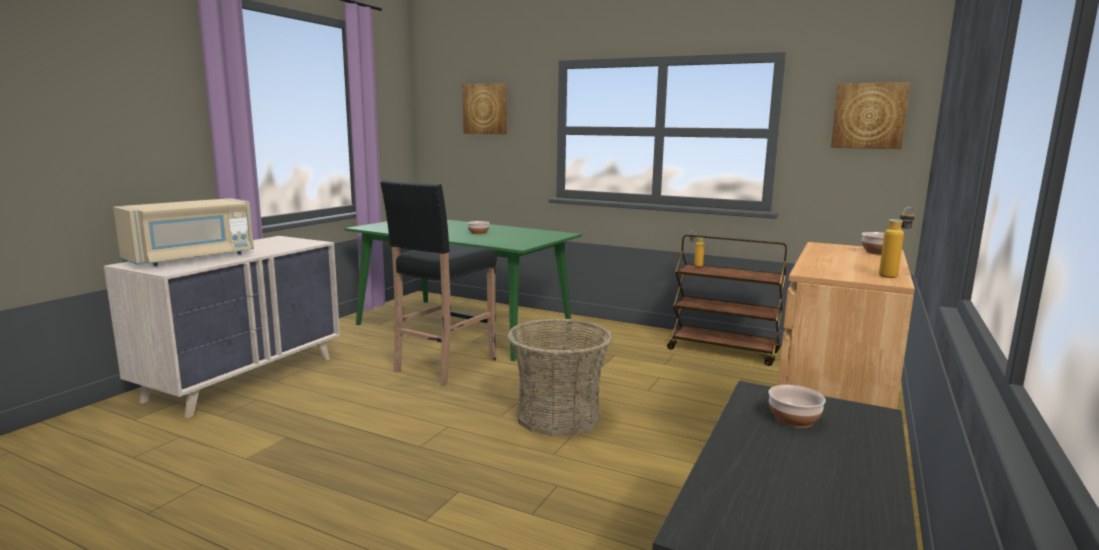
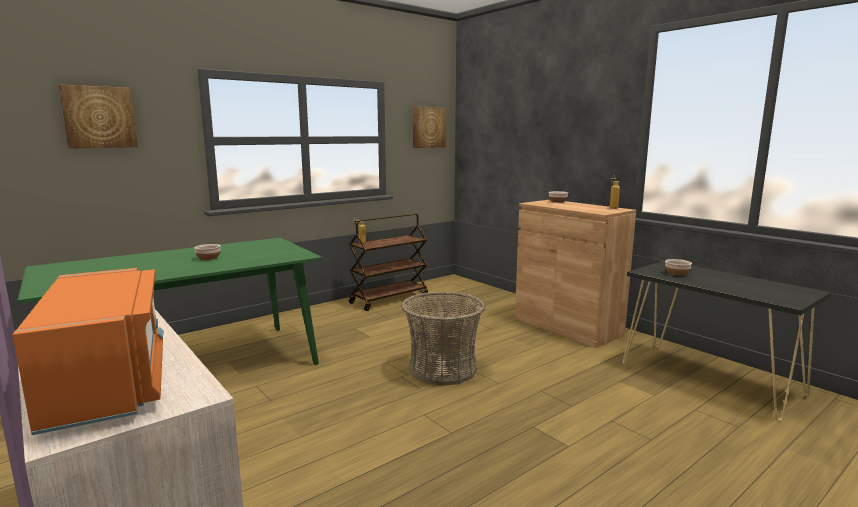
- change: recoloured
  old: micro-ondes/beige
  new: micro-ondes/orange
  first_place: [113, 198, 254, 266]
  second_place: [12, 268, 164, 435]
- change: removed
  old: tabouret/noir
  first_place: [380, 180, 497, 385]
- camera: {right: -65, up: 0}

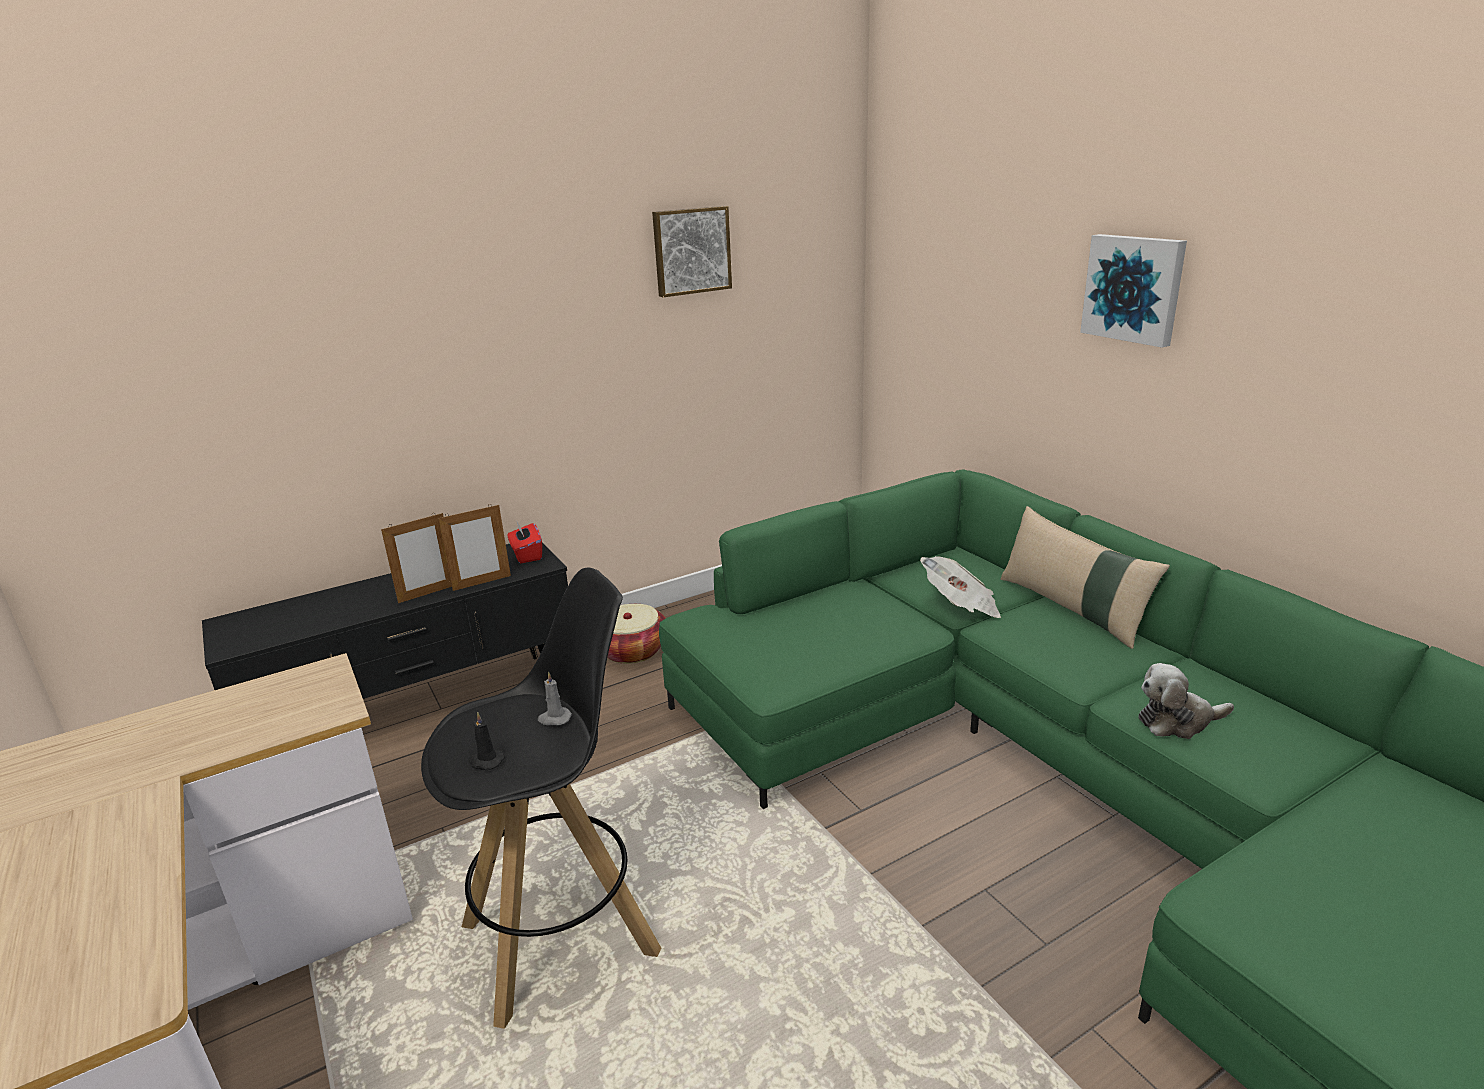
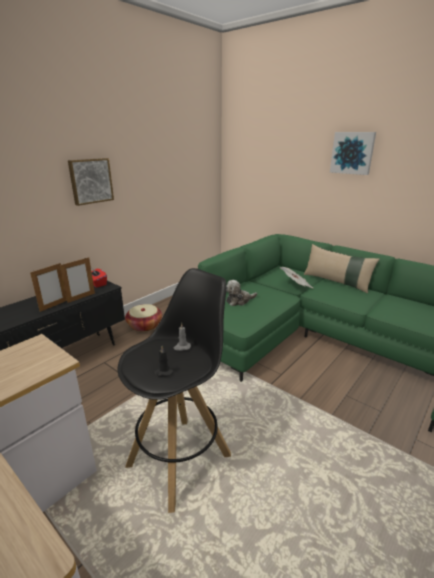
- change: moved
  old: tableau
  first_place: [652, 206, 732, 297]
  second_place: [68, 158, 114, 206]
- change: moved
  old: peluche
  first_place: [1138, 663, 1234, 739]
  second_place: [226, 280, 257, 306]
- camera: {right: -20, up: 0}

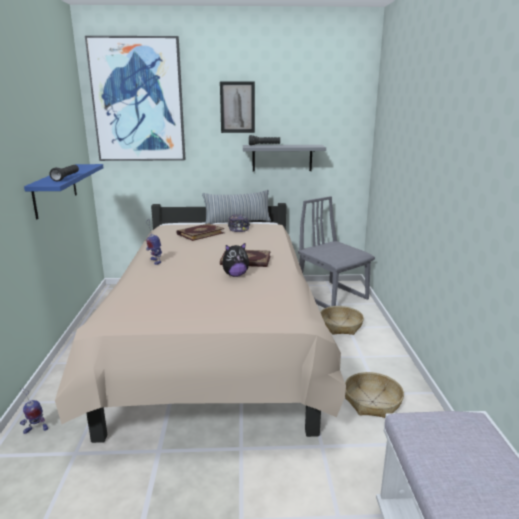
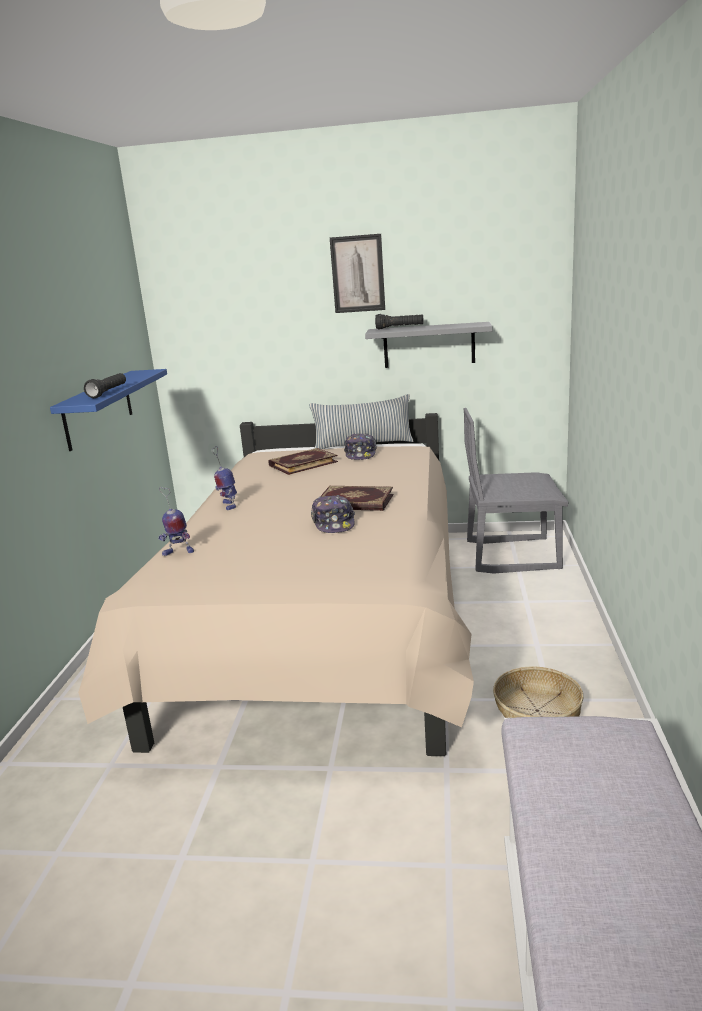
- change: moved
  old: robot jouet
  first_place: [20, 388, 48, 434]
  second_place: [158, 487, 194, 556]
- change: removed
  old: tableau
  first_place: [85, 36, 185, 161]
- change: replaced
  old: peluche
  new: casquette
  first_place: [222, 242, 249, 277]
  second_place: [311, 495, 355, 533]
- change: turned
  old: chaise/gris
  first_place: [298, 196, 375, 308]
  second_place: [464, 408, 569, 574]
  degrees: -60
- change: removed
  old: panier
  first_place: [320, 306, 364, 335]
- camera: {right: 10, up: 0}

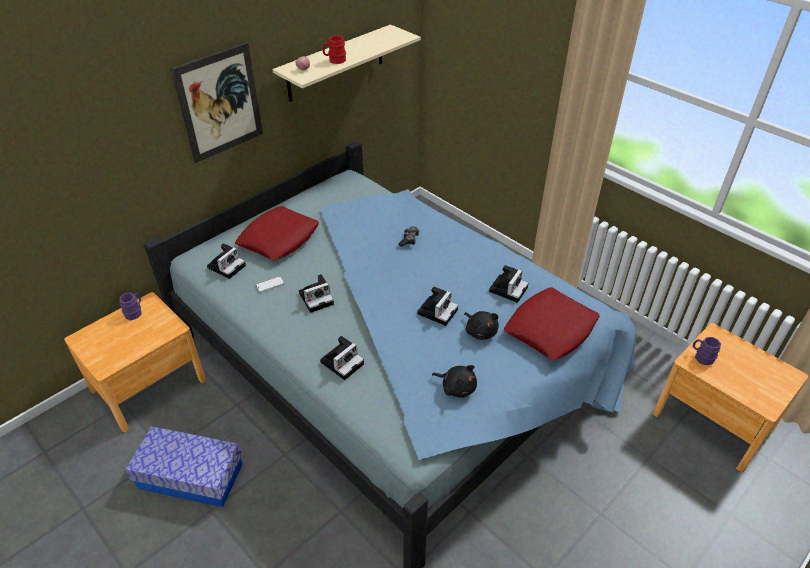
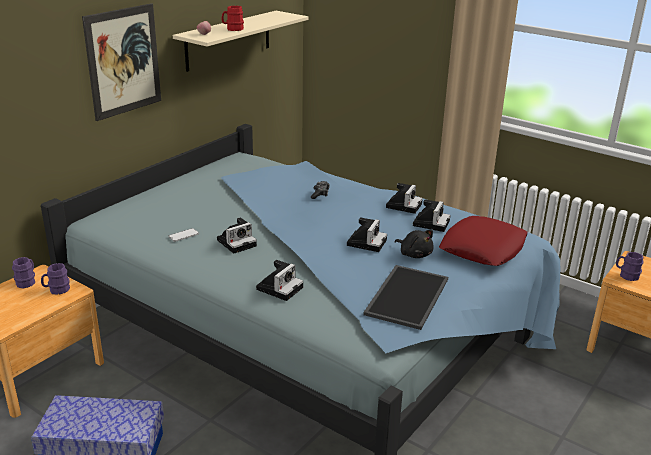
- change: moved
  old: appareil photo
  first_place: [207, 243, 246, 279]
  second_place: [386, 183, 423, 214]
- change: removed
  old: coussin/rouge
  first_place: [235, 206, 319, 261]
- change: replaced
  old: peluche/noir
  new: plateau
  first_place: [432, 365, 477, 398]
  second_place: [363, 265, 448, 330]
- change: added
  new: mug/violet
  second_place: [41, 263, 70, 295]
- camera: {right: -10, up: -15}

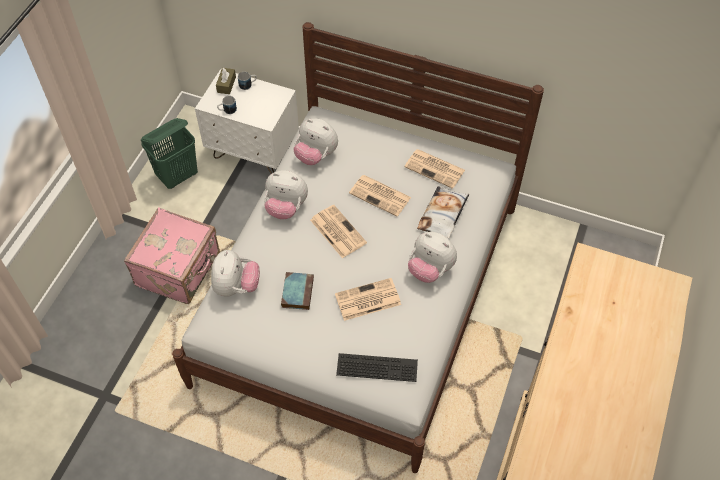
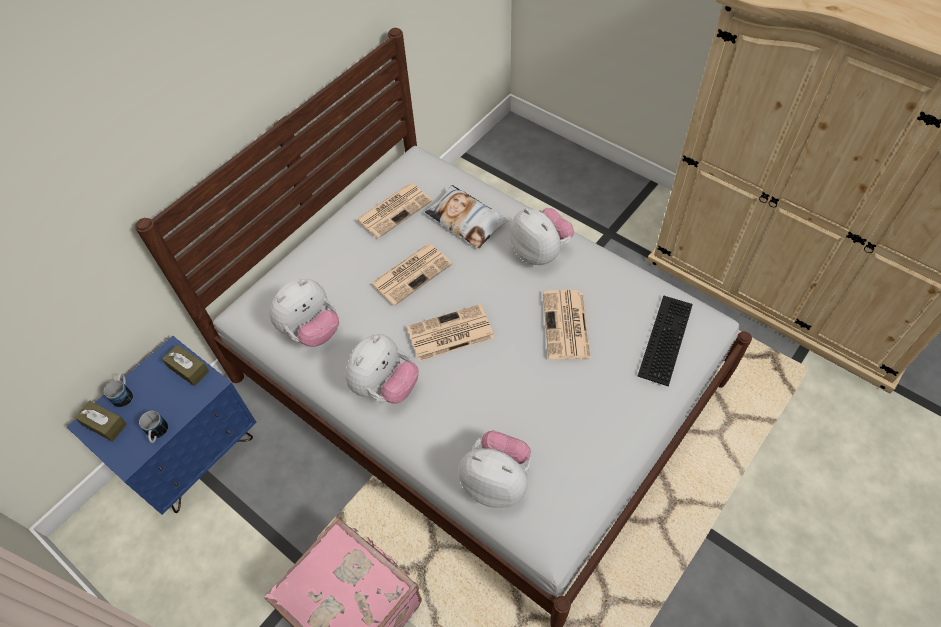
- change: removed
  old: panier à linge/vert
  first_place: [141, 118, 198, 189]
- change: recoloured
  old: table de chevet/blanc
  new: table de chevet/bleu
  first_place: [195, 69, 299, 174]
  second_place: [67, 336, 257, 515]
- change: removed
  old: livre
  first_place: [281, 272, 314, 310]
- change: turned
  old: peluche
  first_place: [408, 232, 457, 283]
  second_place: [510, 208, 574, 265]
  degrees: -90
- change: added
  new: boîte à mouchoirs/marron
  second_place: [162, 345, 209, 386]
- camera: {right: -70, up: 0}

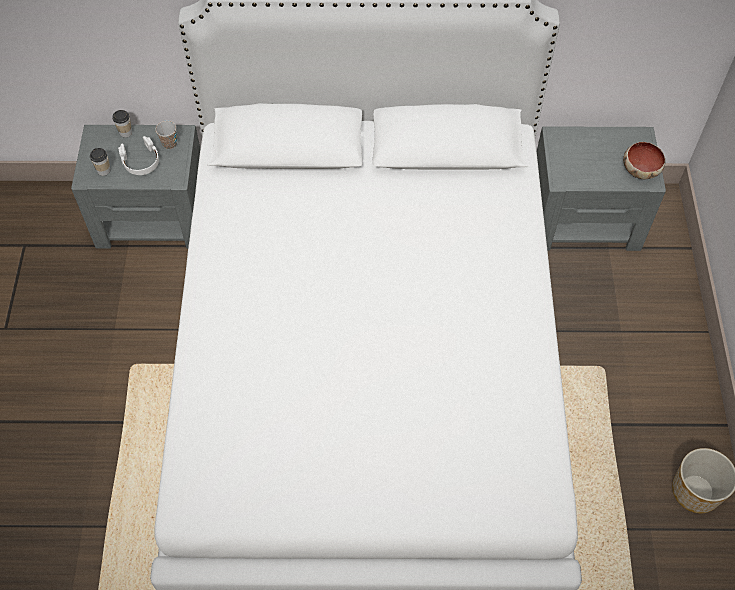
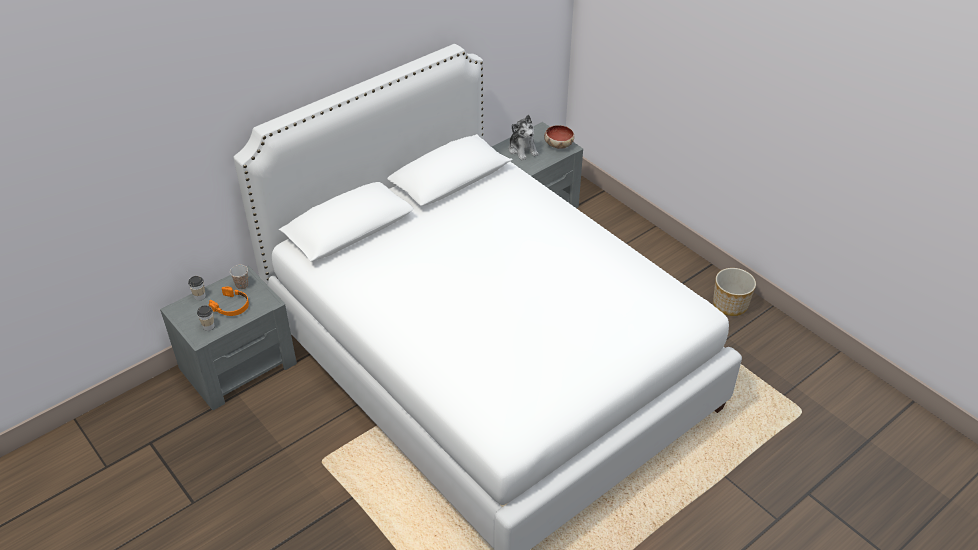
- change: recoloured
  old: casque audio/blanc
  new: casque audio/orange
  first_place: [118, 136, 159, 175]
  second_place: [209, 286, 249, 316]
- change: added
  new: peluche
  second_place: [508, 115, 539, 160]
- camera: {right: -40, up: -15}

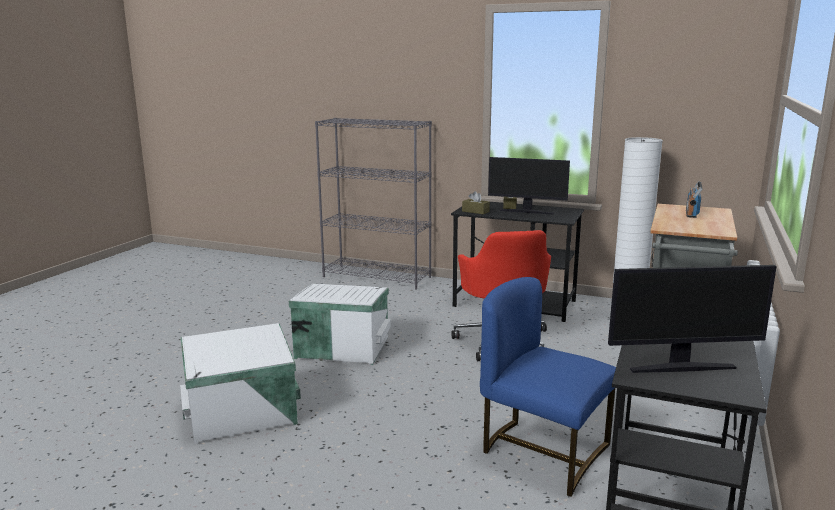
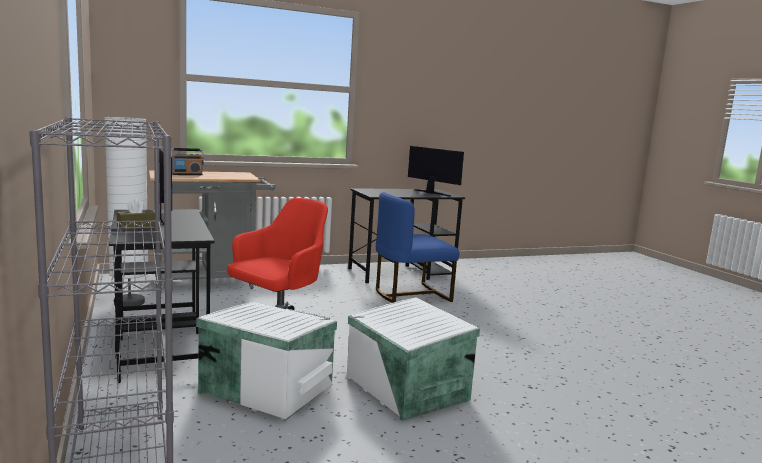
- change: moved
  old: boîte de rangement/blanc
  first_place: [180, 323, 301, 444]
  second_place: [196, 302, 337, 421]
- change: removed
  old: boîte à mouchoirs/marron
  first_place: [462, 191, 490, 214]
- change: turned
  old: chaise/bleu
  first_place: [480, 277, 616, 497]
  second_place: [376, 192, 459, 303]
  degrees: 75
- camera: {right: -135, up: -5}

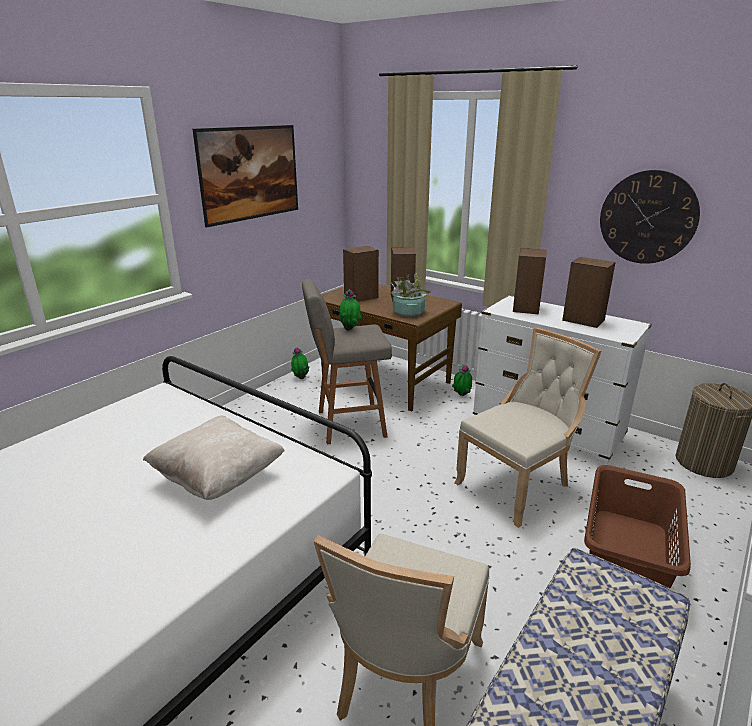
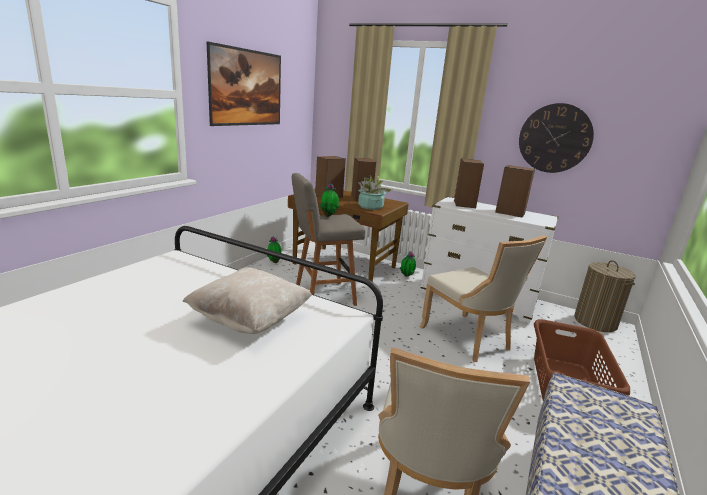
- change: turned
  old: chaise/beige
  first_place: [454, 328, 601, 528]
  second_place: [420, 235, 547, 362]
  degrees: 105
- camera: {right: -10, up: -5}

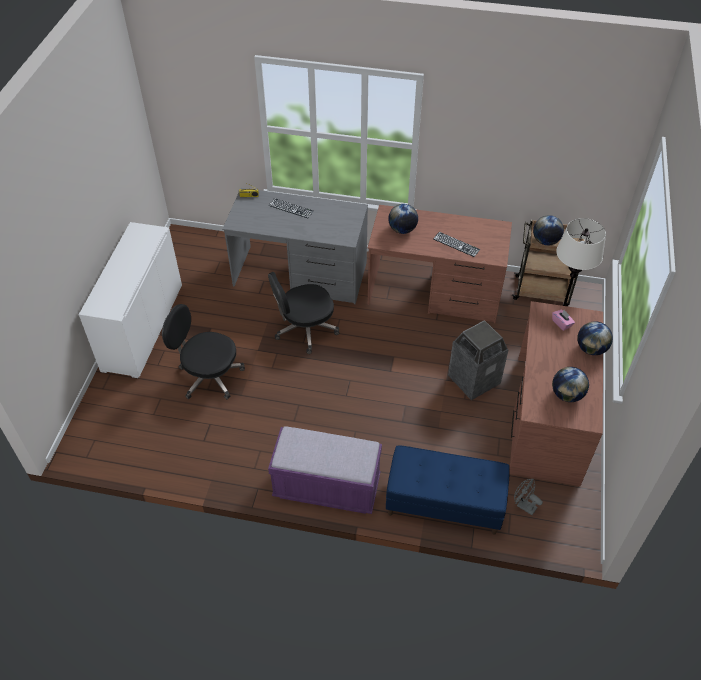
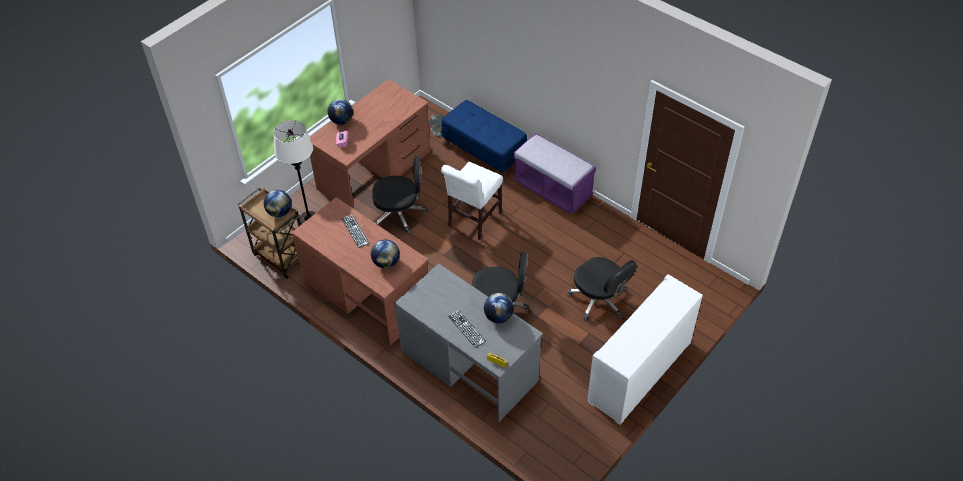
- change: replaced
  old: poubelle
  new: chaise de bureau/noir
  first_place: [448, 320, 508, 400]
  second_place: [372, 156, 428, 234]
- change: moved
  old: globe
  first_place: [552, 367, 589, 402]
  second_place: [484, 293, 514, 323]
- change: added
  new: chaise/blanc
  second_place: [441, 162, 503, 240]
- camera: {right: -150, up: 0}

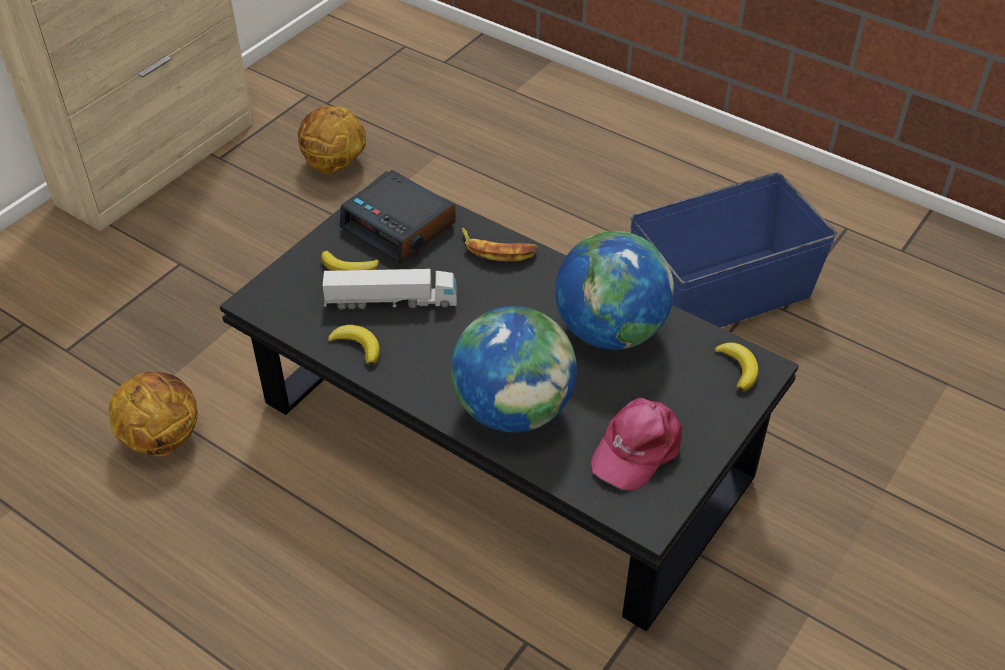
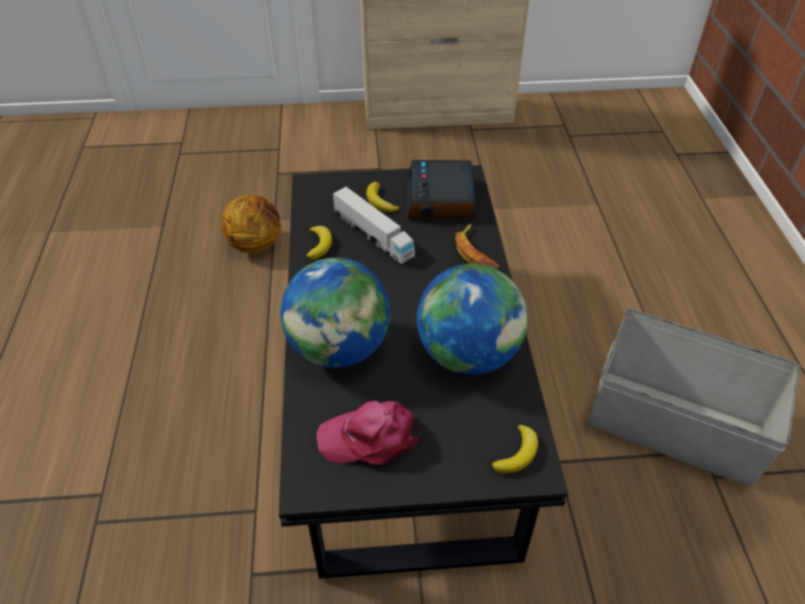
- change: removed
  old: ballon de basket
  first_place: [298, 106, 366, 174]
- change: recoloured
  old: boîte de rangement/bleu
  new: boîte de rangement/gris
  first_place: [630, 172, 837, 327]
  second_place: [588, 309, 801, 487]
- camera: {right: 50, up: 0}

